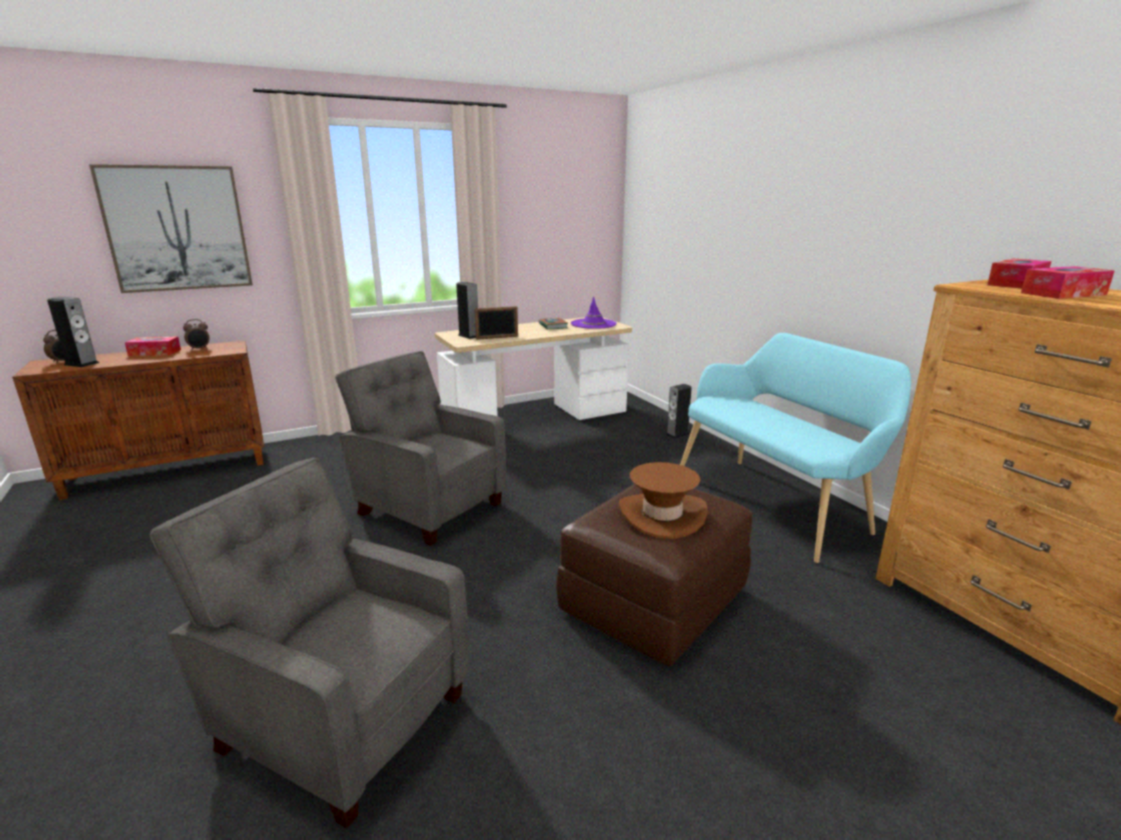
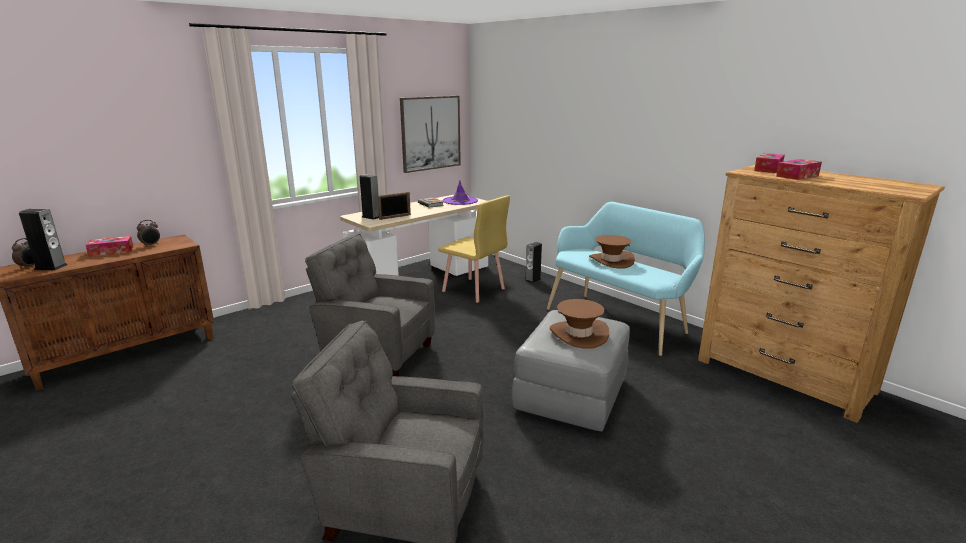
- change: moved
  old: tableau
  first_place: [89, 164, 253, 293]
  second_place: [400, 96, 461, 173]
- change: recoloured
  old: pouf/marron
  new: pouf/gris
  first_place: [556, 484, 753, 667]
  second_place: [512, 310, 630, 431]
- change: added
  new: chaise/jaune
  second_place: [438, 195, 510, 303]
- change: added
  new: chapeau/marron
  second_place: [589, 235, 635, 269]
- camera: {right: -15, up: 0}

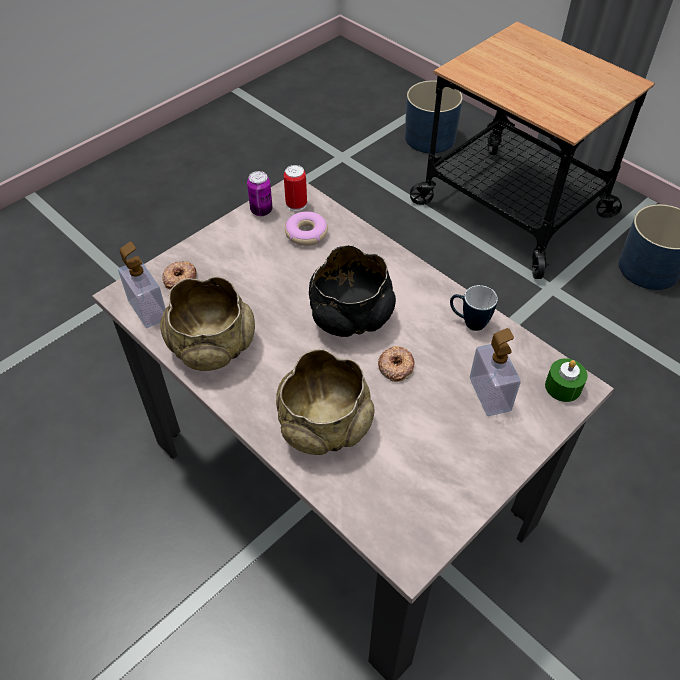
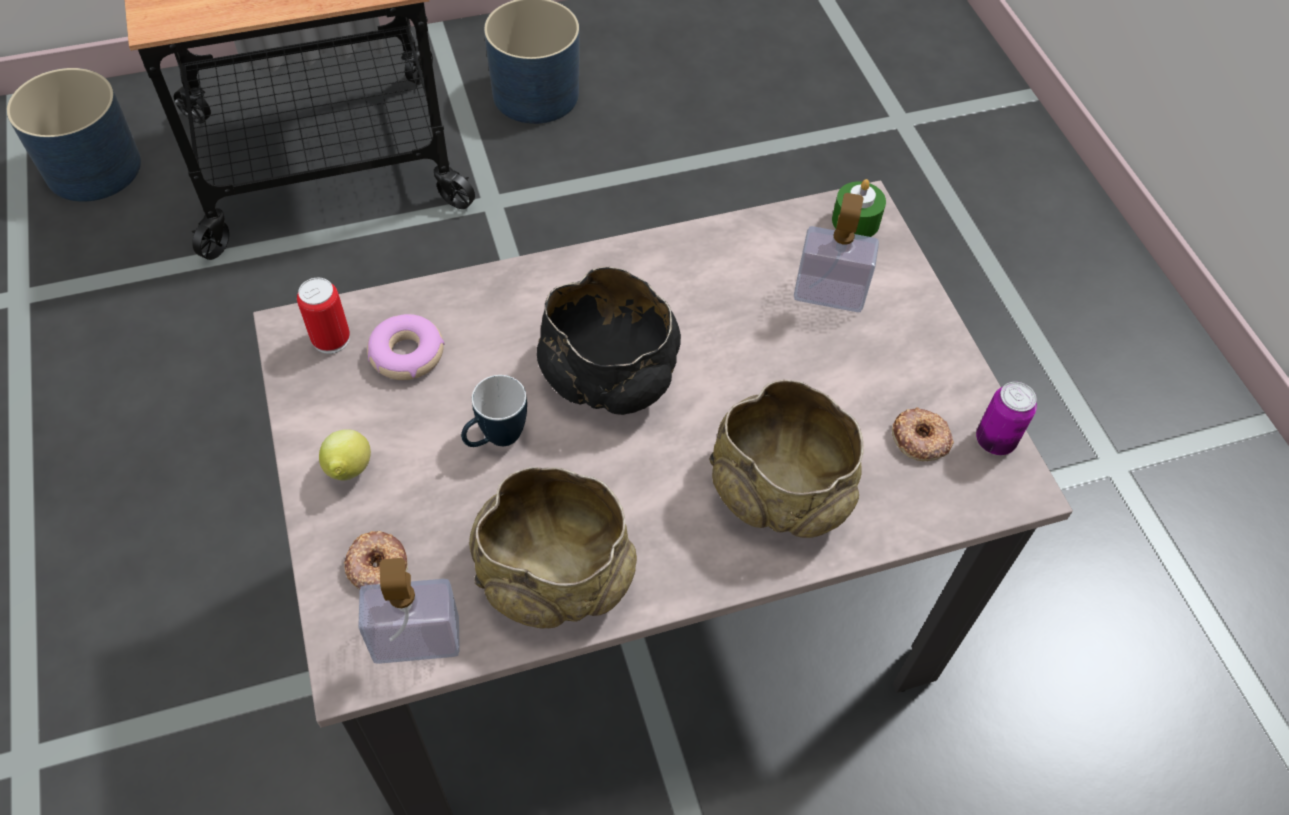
- change: moved
  old: boîte métallique
  first_place: [247, 171, 273, 216]
  second_place: [976, 382, 1037, 455]
- change: moved
  old: beignet
  first_place: [378, 346, 414, 382]
  second_place: [892, 407, 954, 461]
- change: moved
  old: mug
  first_place: [450, 285, 498, 331]
  second_place: [461, 375, 527, 447]
- change: added
  new: citron
  second_place: [319, 429, 371, 481]
- camera: {right: -65, up: 5}

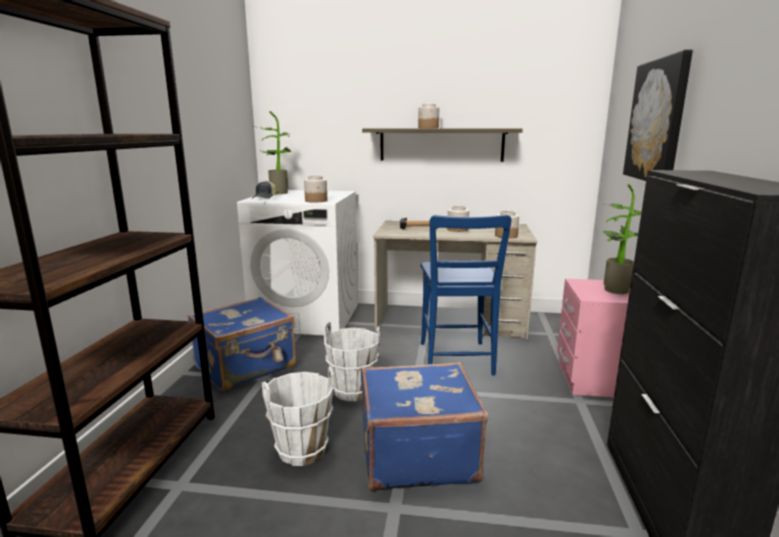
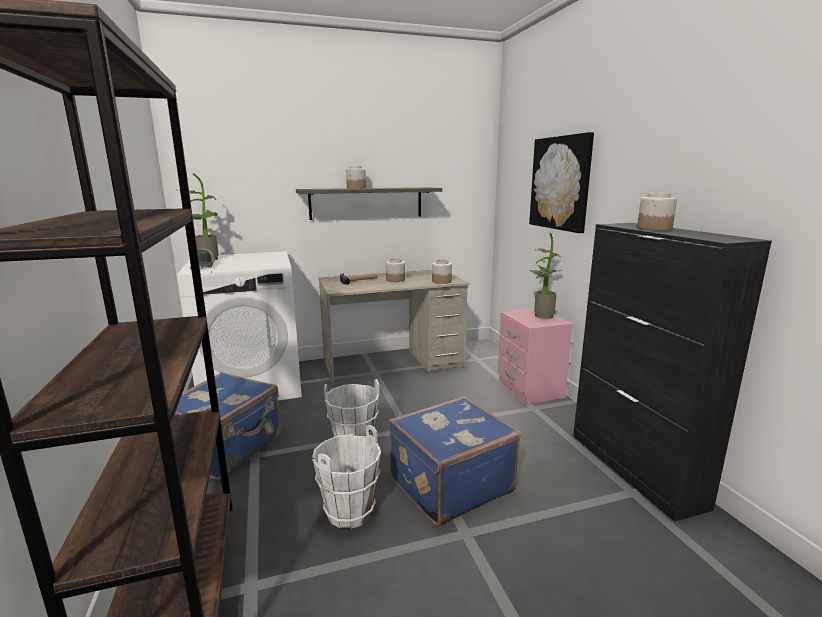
- change: moved
  old: bocal
  first_place: [304, 176, 327, 202]
  second_place: [637, 193, 677, 230]
- change: removed
  old: chaise/bleu
  first_place: [421, 215, 511, 376]
- camera: {right: -25, up: 0}

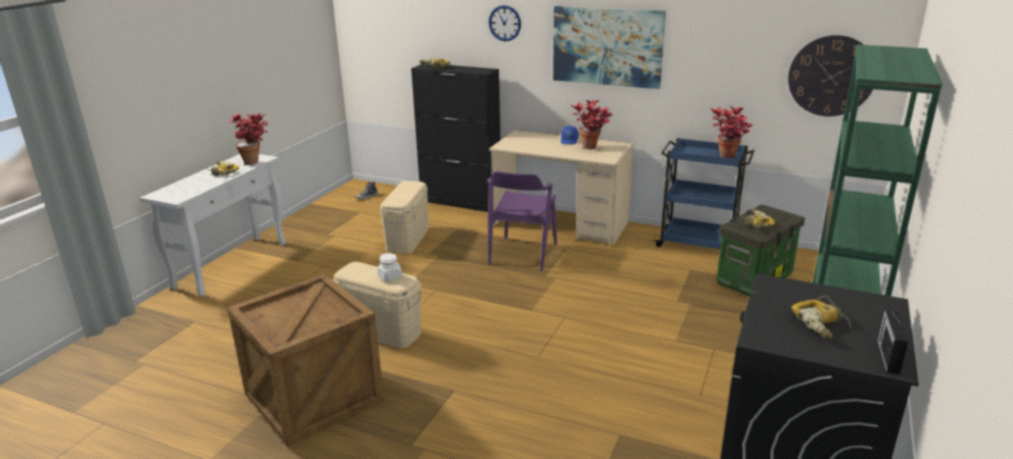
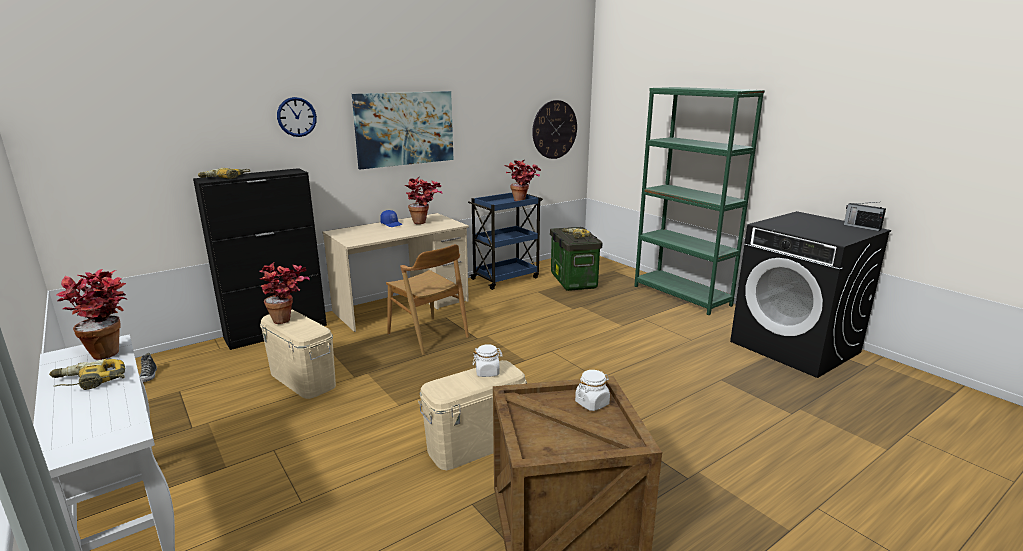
- change: recoloured
  old: chaise/violet
  new: chaise/marron
  first_place: [487, 171, 557, 271]
  second_place: [386, 244, 469, 355]
- change: removed
  old: perceuse
  first_place: [791, 295, 851, 339]
- change: added
  new: plante en pot
  second_place: [259, 262, 310, 324]
- change: added
  new: bocal/blanc
  second_place: [575, 370, 610, 411]
- camera: {right: -60, up: -5}

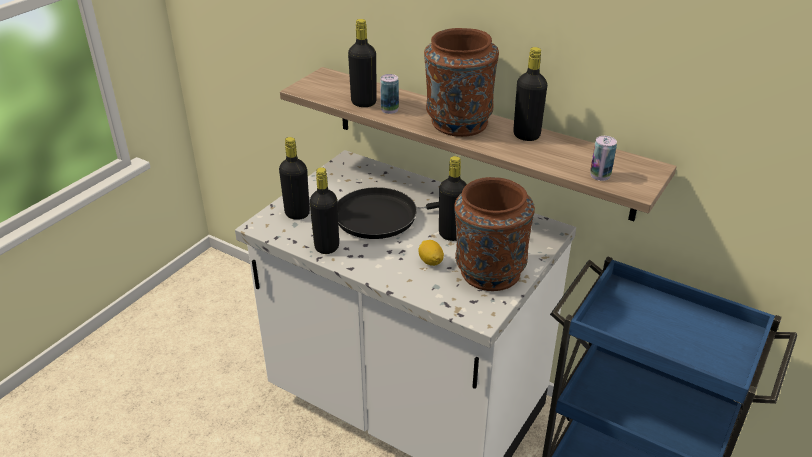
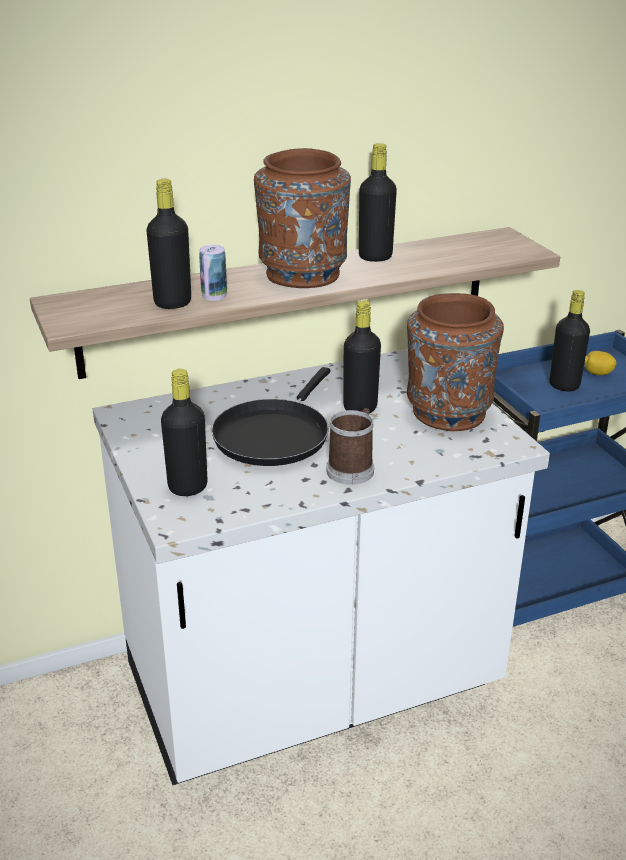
- change: moved
  old: bouteille/noir
  first_place: [310, 167, 339, 254]
  second_place: [550, 290, 590, 391]
- change: moved
  old: citron
  first_place: [418, 240, 444, 266]
  second_place: [584, 351, 617, 375]
- change: removed
  old: boîte métallique
  first_place: [590, 136, 617, 181]
- change: added
  new: mug
  second_place: [327, 408, 374, 485]
- camera: {right: -55, up: -5}

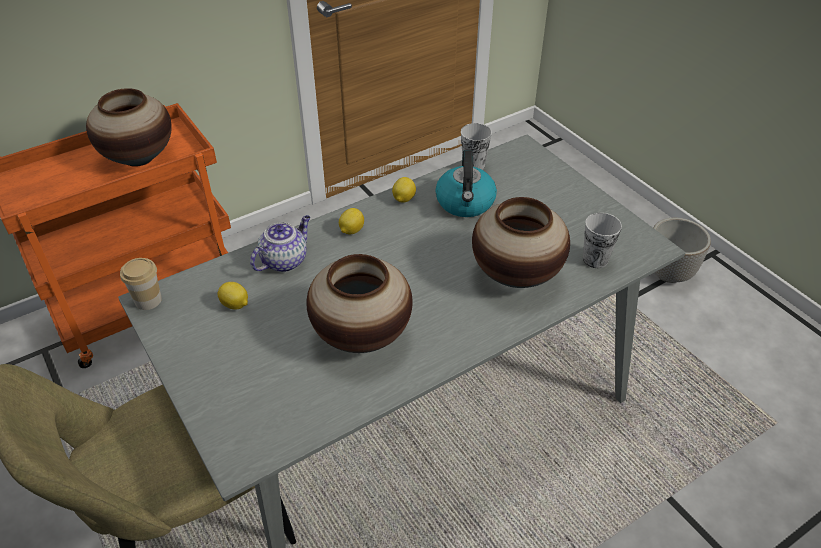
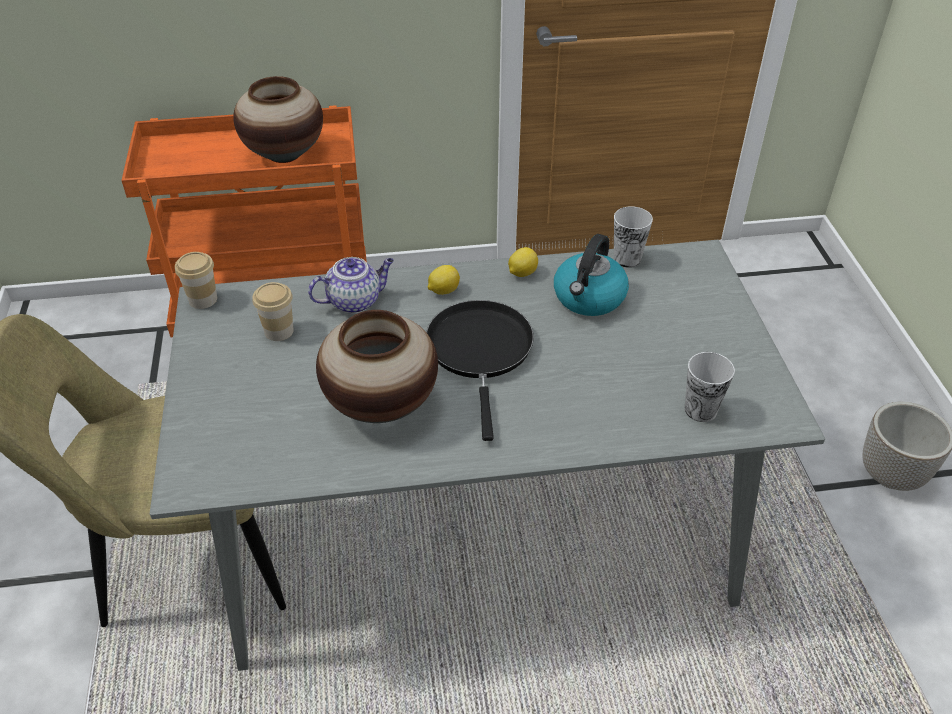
- change: replaced
  old: citron
  new: tasse
  first_place: [218, 282, 248, 310]
  second_place: [252, 282, 294, 341]
- change: removed
  old: vase
  first_place: [472, 197, 570, 288]
- change: added
  new: poêle/noir
  second_place: [426, 300, 534, 441]
- camera: {right: 25, up: 0}

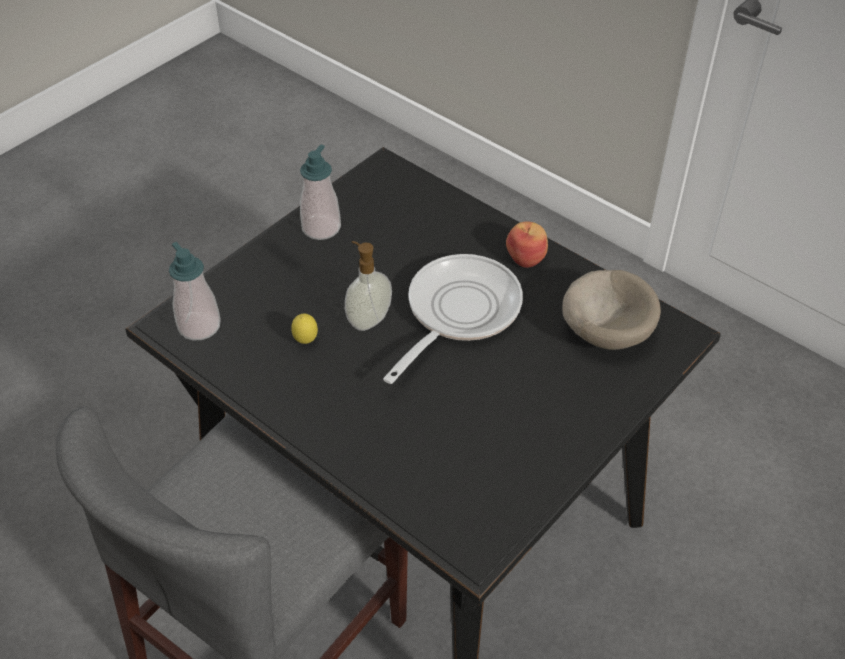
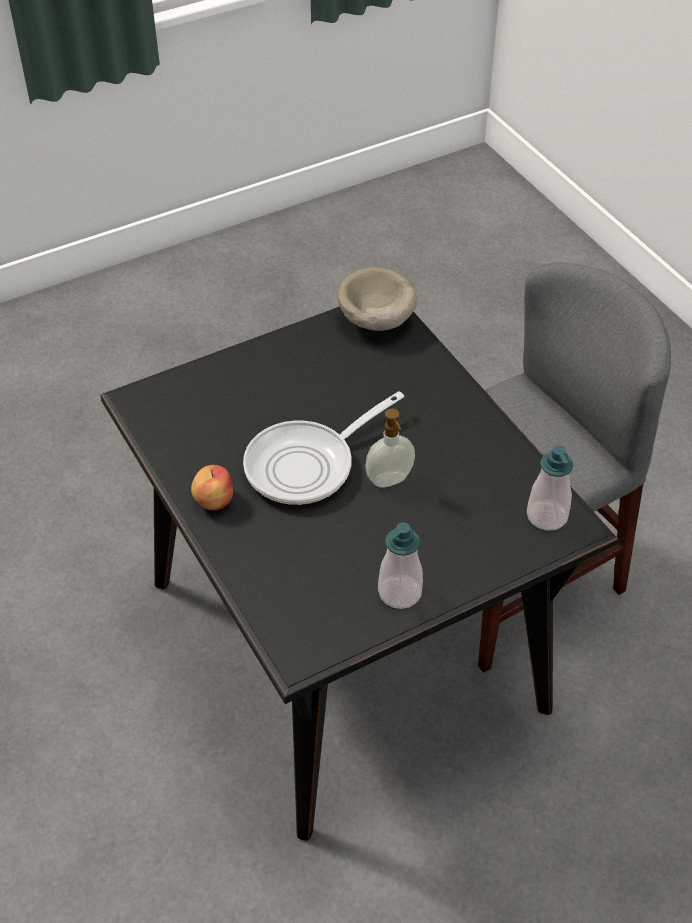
- change: removed
  old: citron
  first_place: [291, 314, 318, 344]
- change: moved
  old: bol/beige
  first_place: [562, 270, 661, 350]
  second_place: [338, 267, 418, 331]
- camera: {right: -160, up: 0}

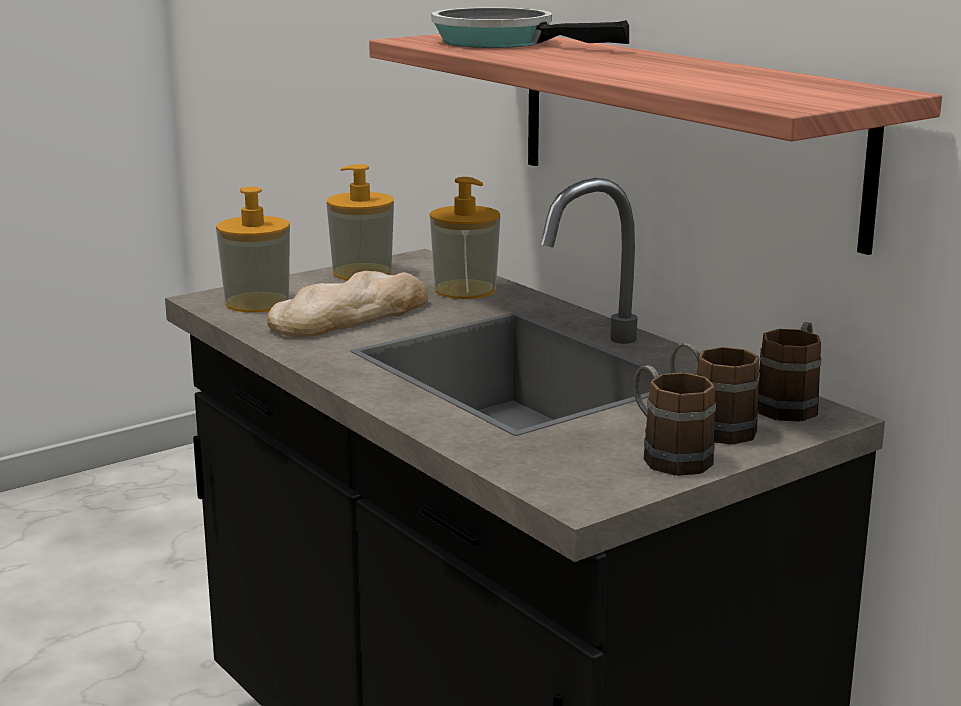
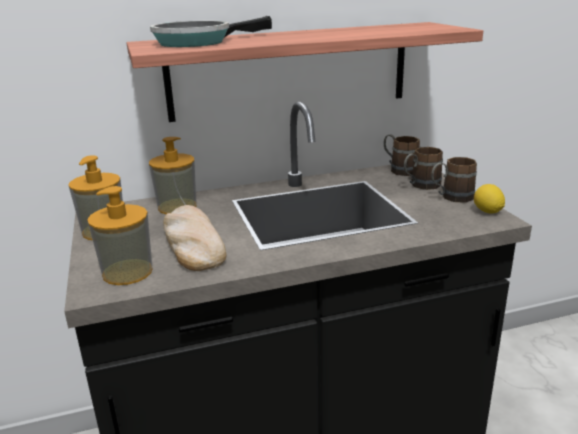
- change: added
  new: citron
  second_place: [474, 184, 505, 214]
- camera: {right: -70, up: 5}

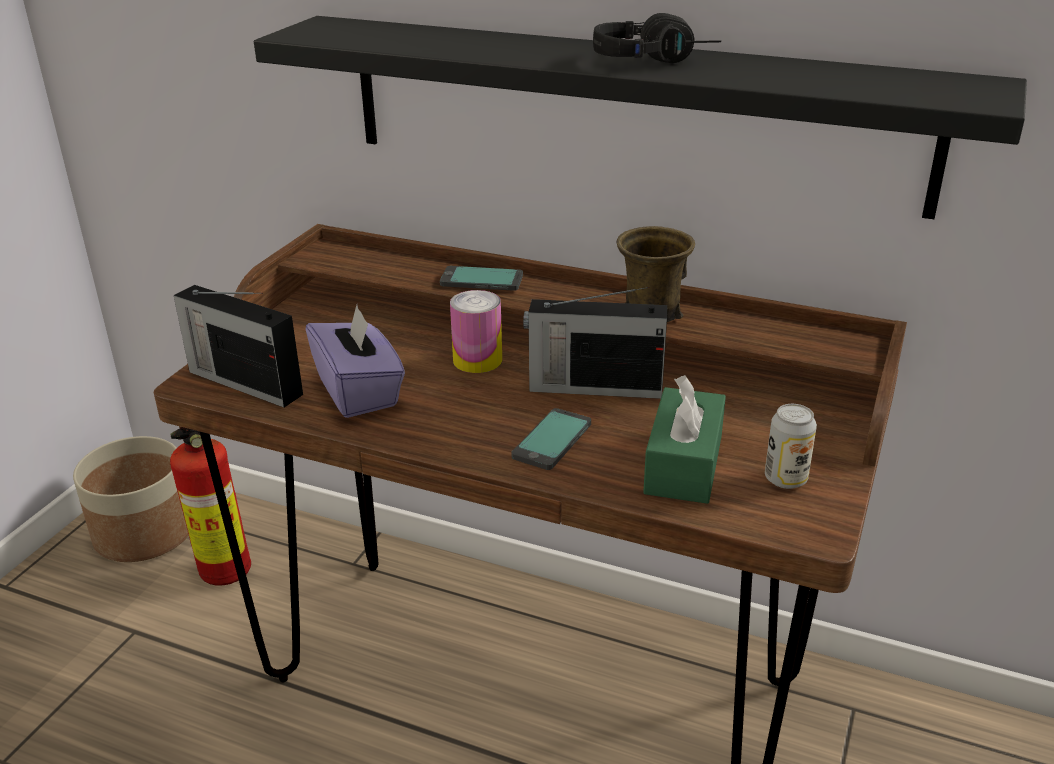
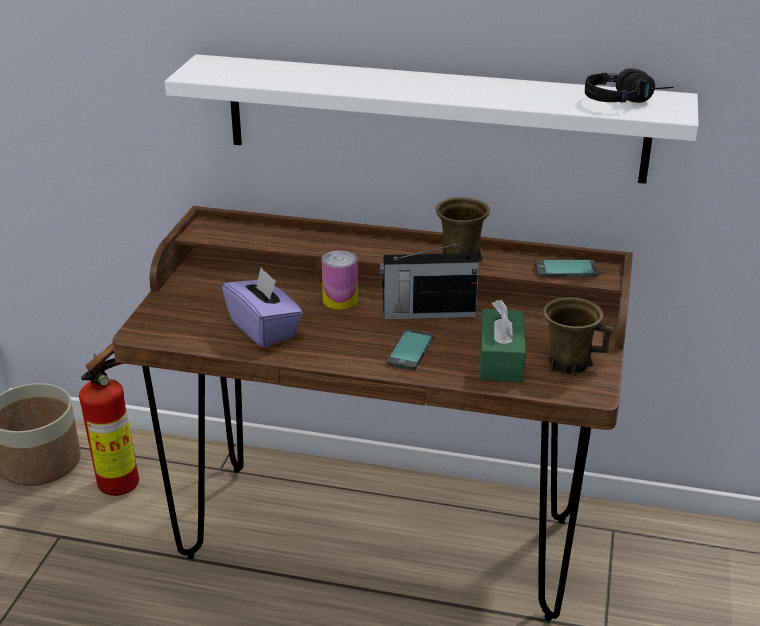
- change: removed
  old: radio
  first_place: [174, 285, 303, 407]
- change: recoloured
  old: étagère/noir
  new: étagère/blanc
  first_place: [254, 16, 1027, 219]
  second_place: [165, 54, 699, 184]
- change: moved
  old: téléphone
  first_place: [440, 266, 523, 291]
  second_place: [535, 260, 599, 277]
- change: moved
  old: casque audio/noir
  first_place: [593, 13, 721, 63]
  second_place: [585, 68, 674, 103]
- change: replaced
  old: boîte métallique
  new: mug/marron
  first_place: [765, 404, 817, 489]
  second_place: [543, 297, 613, 376]
- camera: {right: -10, up: 0}

